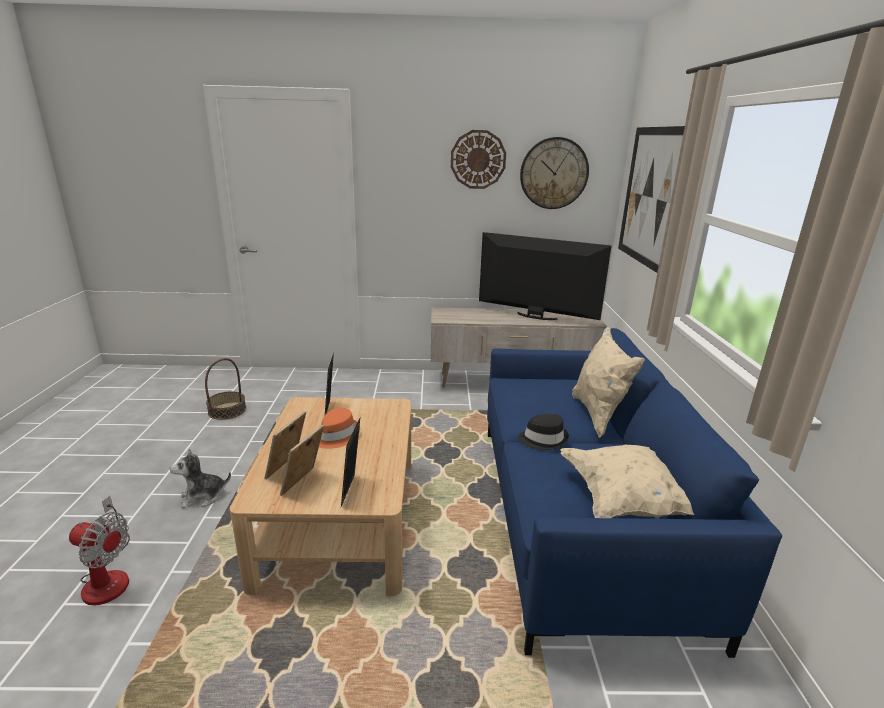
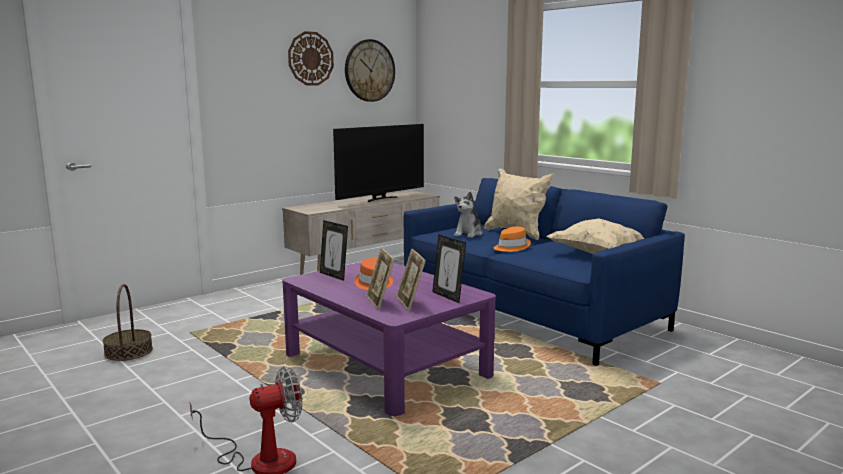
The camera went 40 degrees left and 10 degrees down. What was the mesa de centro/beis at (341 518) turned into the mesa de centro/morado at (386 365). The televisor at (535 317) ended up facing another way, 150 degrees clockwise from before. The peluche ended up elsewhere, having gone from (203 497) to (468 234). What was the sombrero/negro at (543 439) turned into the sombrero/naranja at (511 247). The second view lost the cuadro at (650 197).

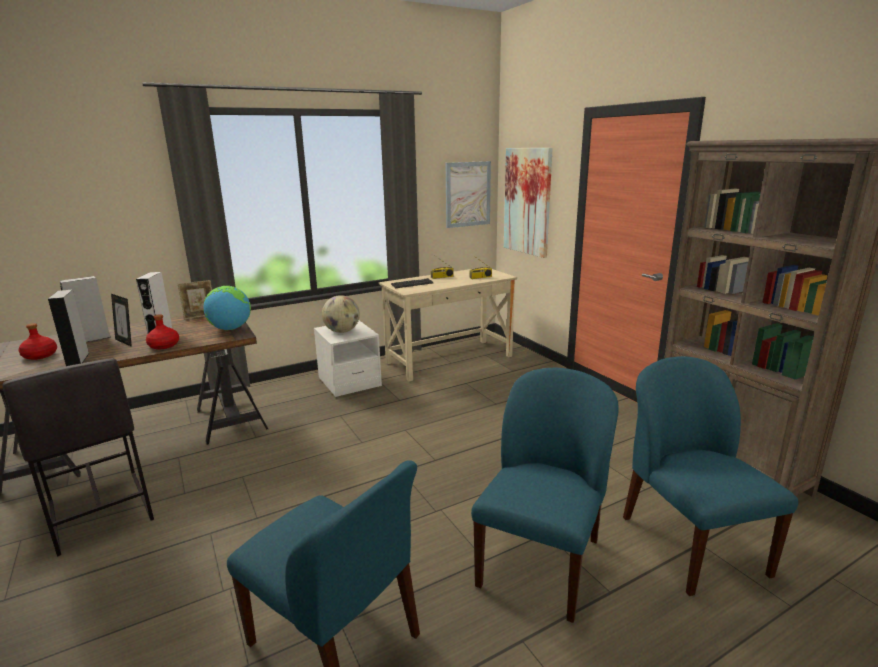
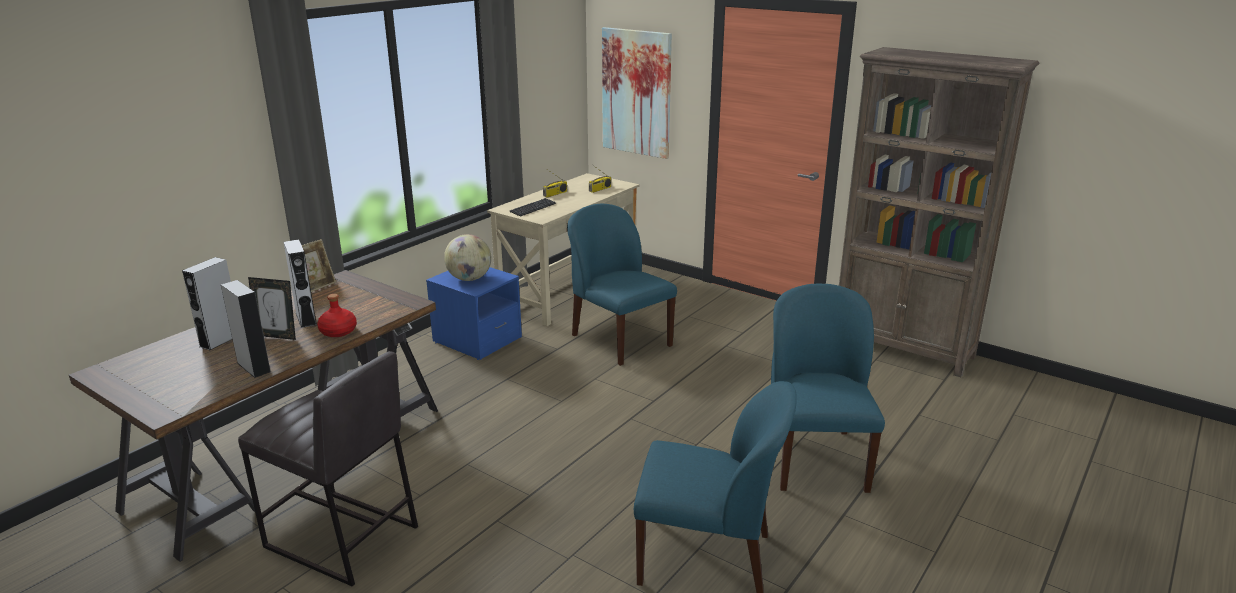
The camera went 25 degrees left and 5 degrees up. What was the mesita de noche/blanco at (349 382) turned into the mesita de noche/azul at (477 340). The silla/azul ended up elsewhere, having gone from (690 543) to (619 340). The second view lost the botella/rojo at (40 356). The second view lost the globo terráqueo at (230 329). The second view lost the cuadro at (467 194).

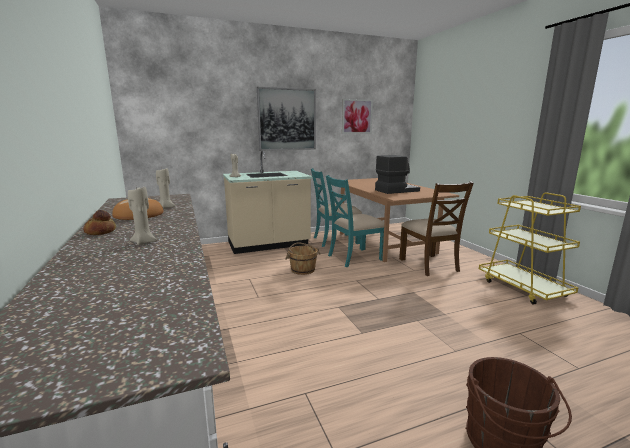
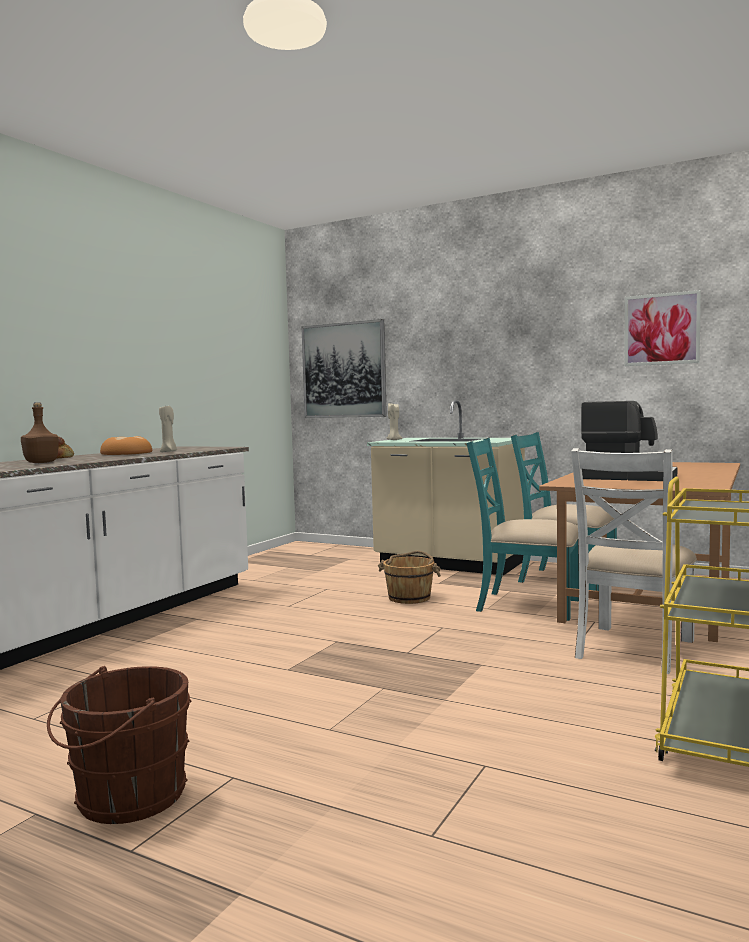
The camera went 50 degrees right and 10 degrees down. Where the vela/beis stood at (144 242), the botella/marrón came to stand at (40 462). The cuadro ended up elsewhere, having gone from (287 119) to (344 370). What was the silla/marrón at (429 265) turned into the silla/blanco at (633 648).

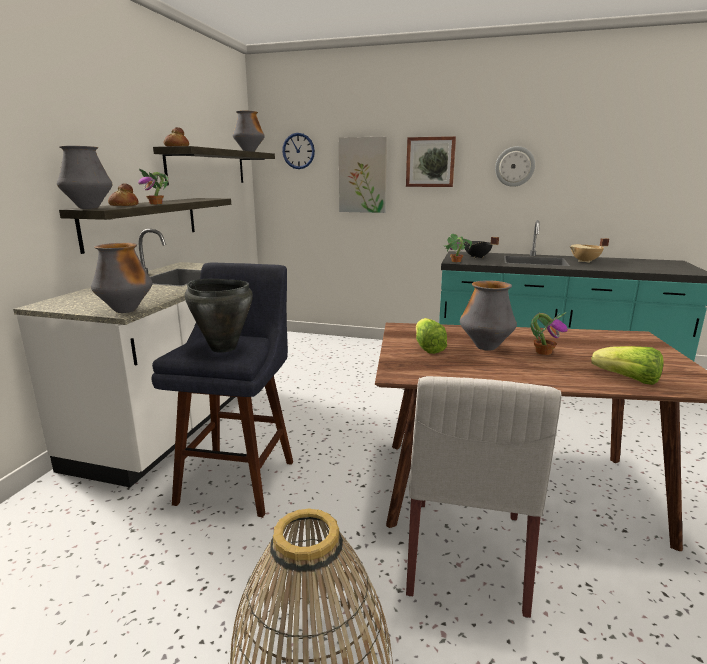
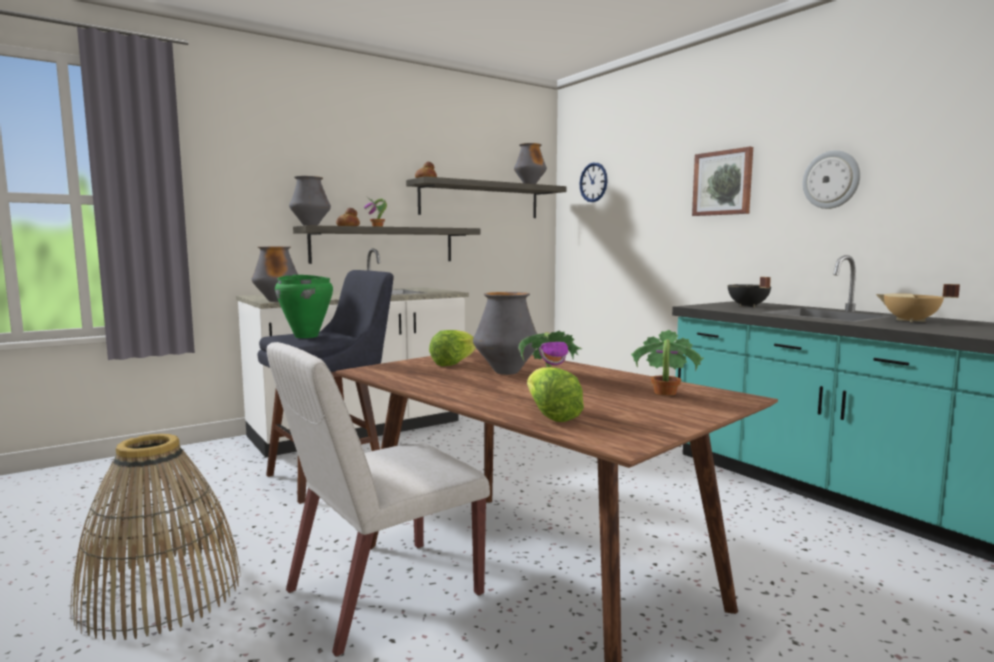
The camera went 40 degrees right and 10 degrees down. What was the olla/negro at (223 348) turned into the olla/verde at (306 336). The planta en maceta ended up elsewhere, having gone from (456 261) to (664 393). The second view lost the cuadro at (362 175).

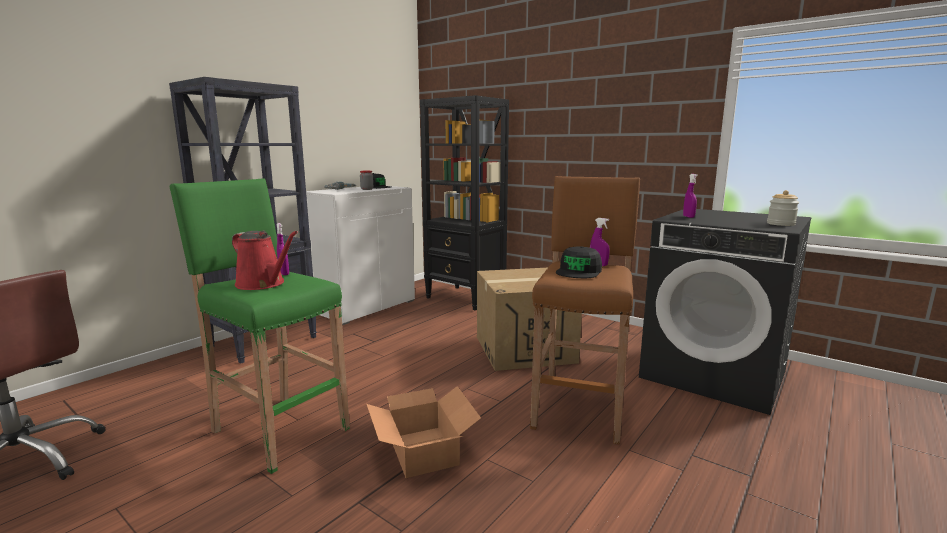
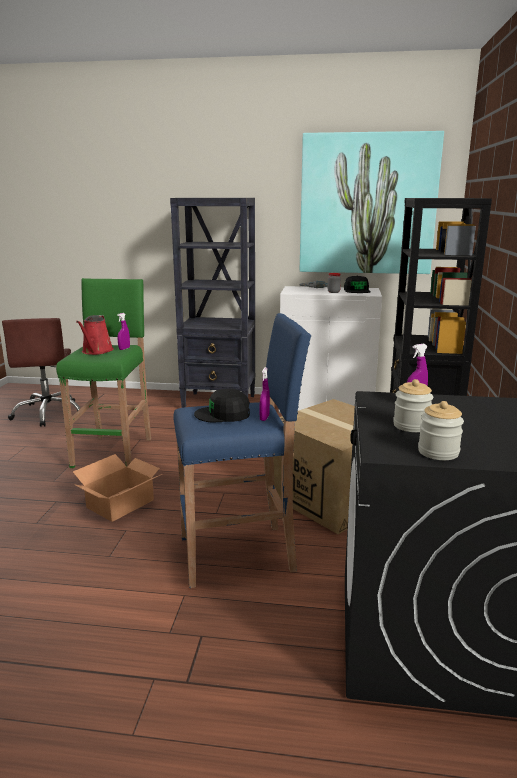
The camera went 60 degrees right and 5 degrees up. What was the taburete/marrón at (579 407) turned into the taburete/azul at (239 554). The second view gained the cuadro at (367 205). The second view gained the tarro at (411 426).

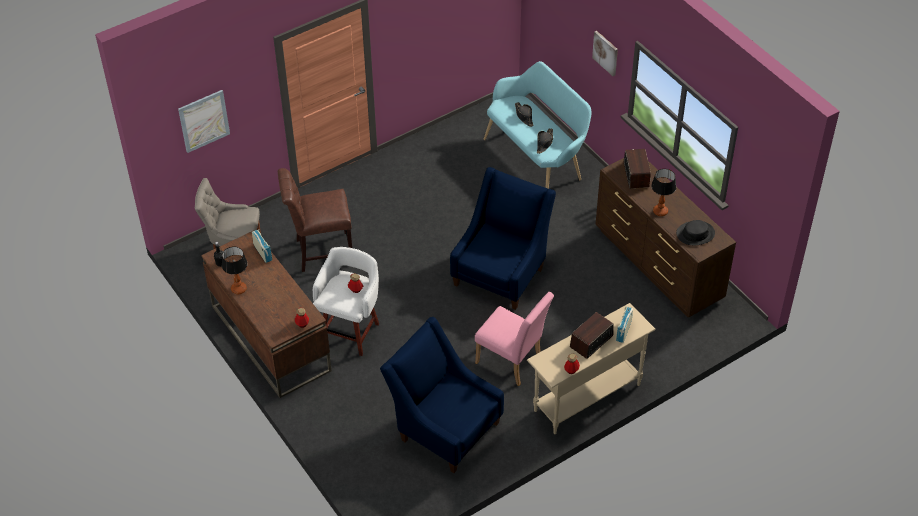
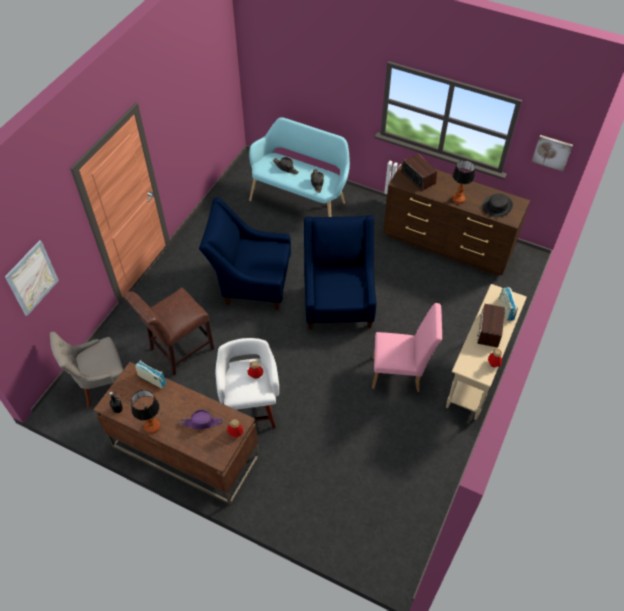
The camera went 30 degrees left and 5 degrees up. The second view gained the sombrero/morado at (202 422). The sillón/azul ended up elsewhere, having gone from (444 427) to (251 283). The cuadro ended up elsewhere, having gone from (606 53) to (552 152).

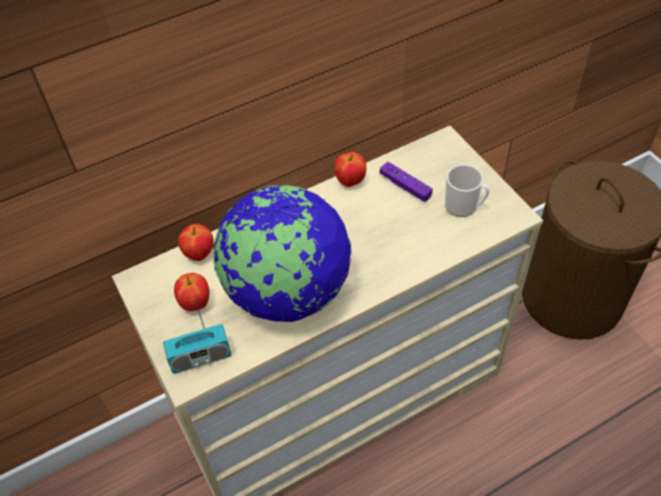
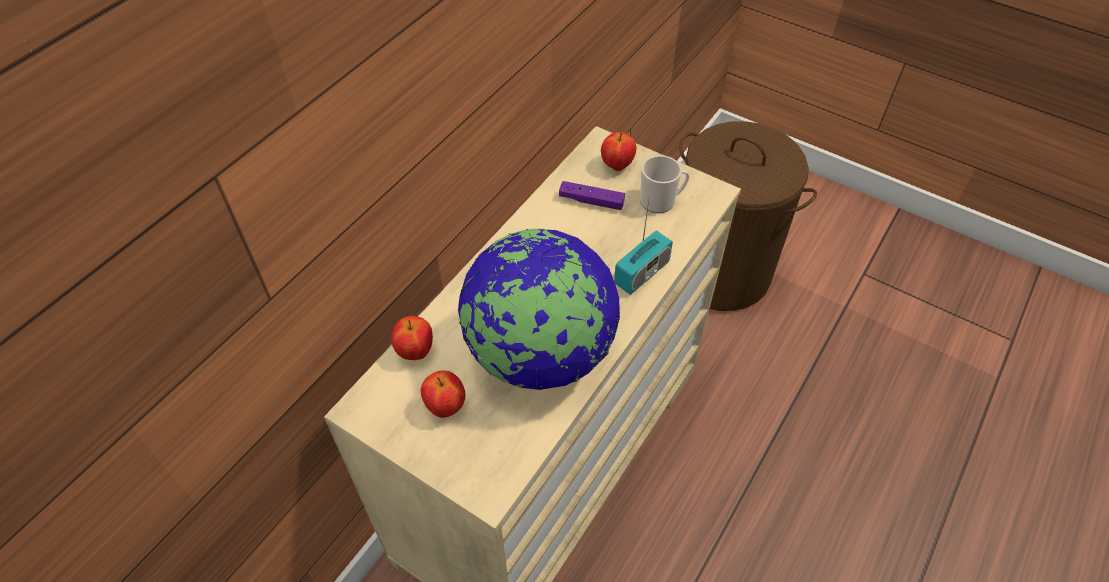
The camera went 30 degrees left and 0 degrees up. The manzana ended up elsewhere, having gone from (350 181) to (617 165). The radio ended up elsewhere, having gone from (200 357) to (642 273).

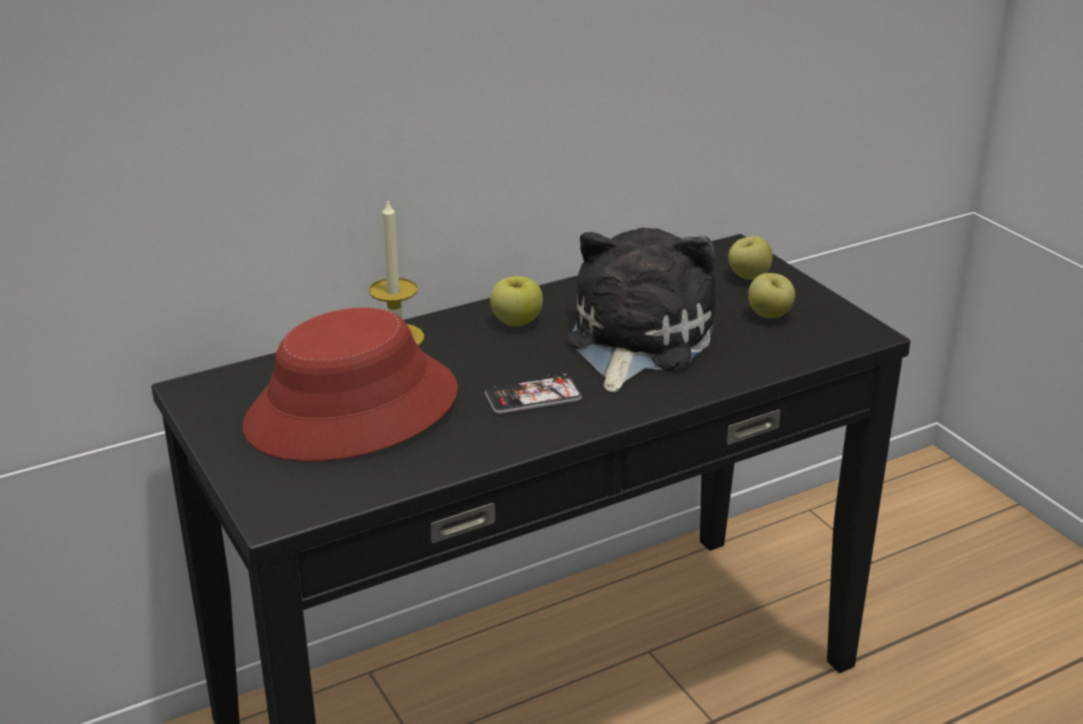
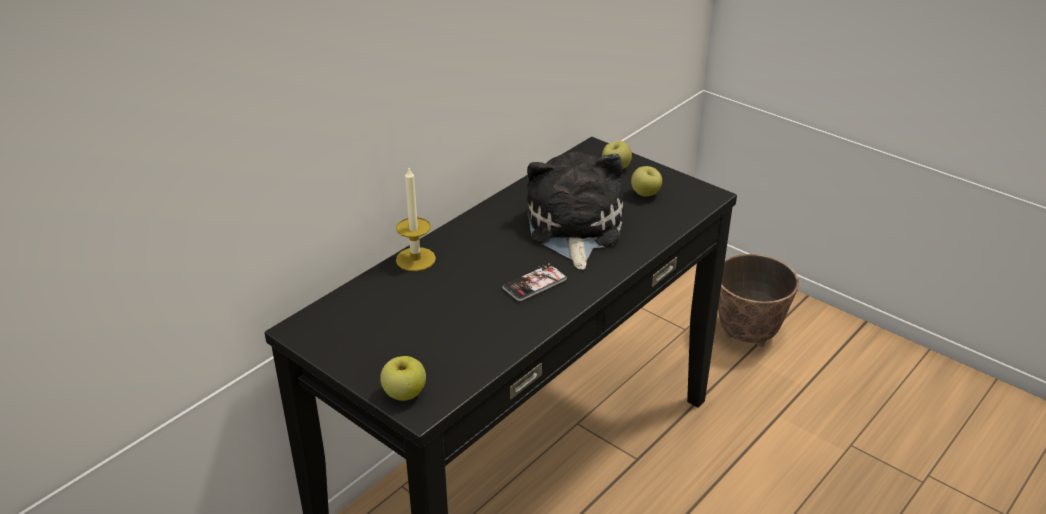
The camera went 20 degrees left and 5 degrees up. The manzana ended up elsewhere, having gone from (516 321) to (404 393). The second view gained the maceta at (747 335). The second view lost the sombrero/rojo at (352 410).

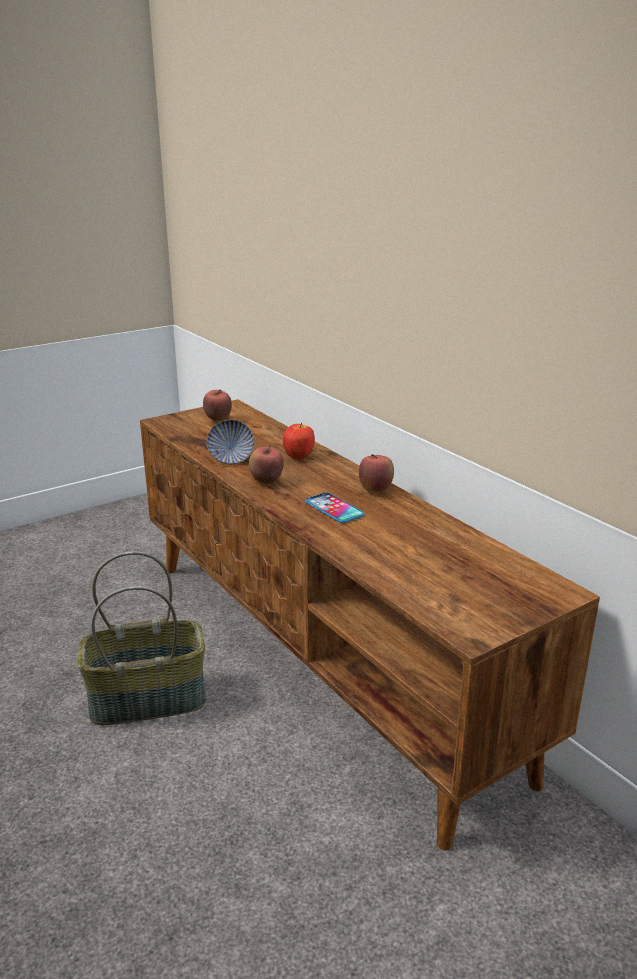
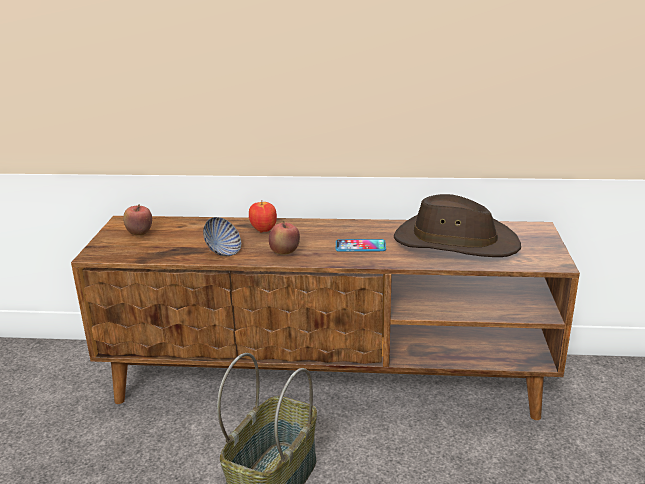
The camera went 50 degrees left and 0 degrees up. The second view gained the sombrero/marrón at (454 242). The second view lost the manzana at (376 490).

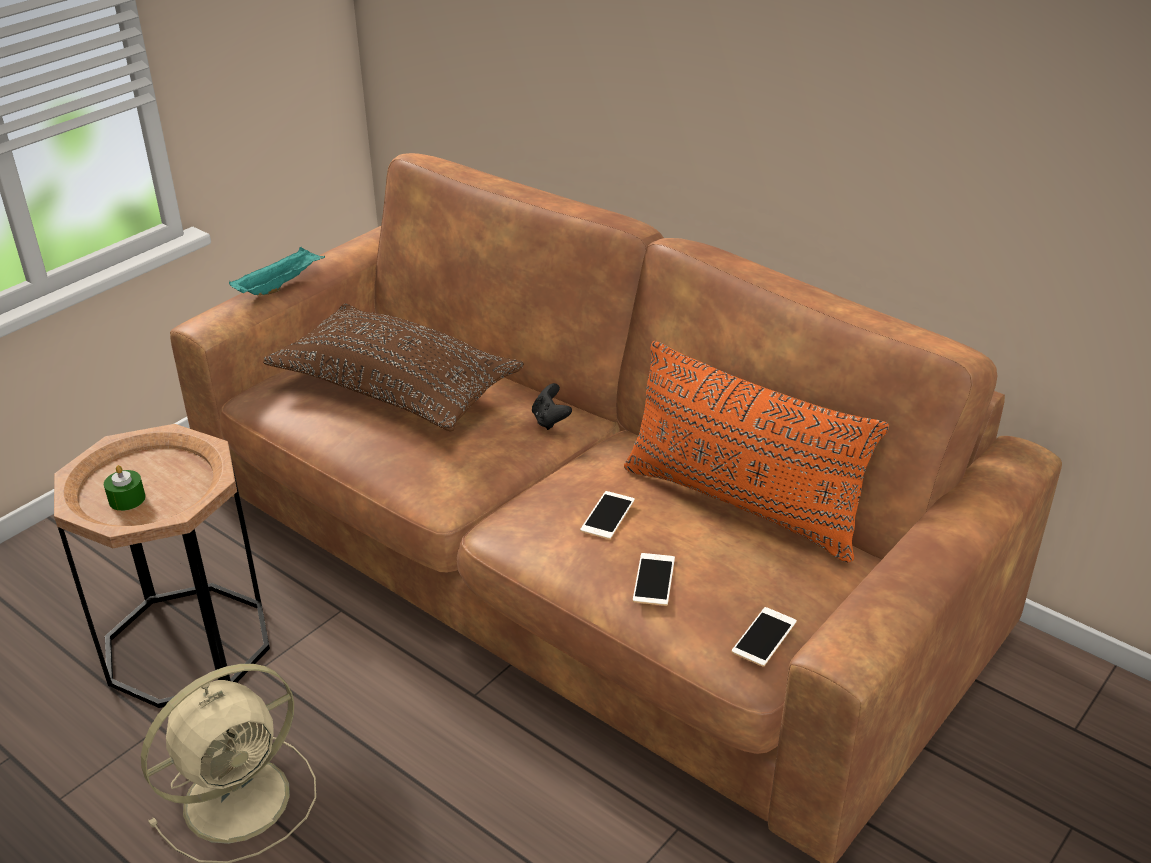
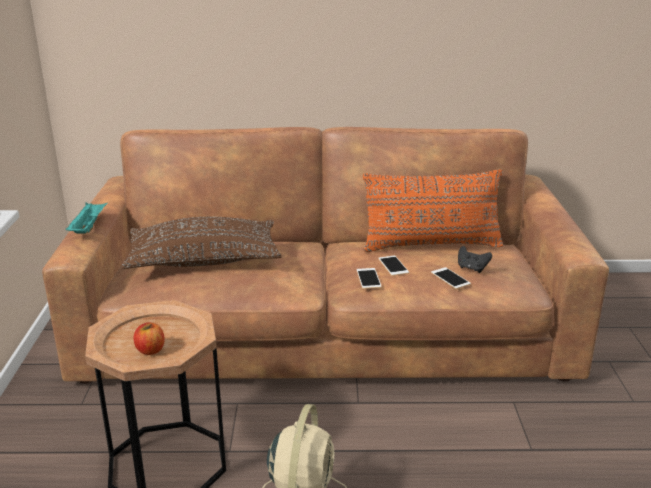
The camera went 40 degrees left and 10 degrees down. Where the vela/verde stood at (127 499), the manzana came to stand at (150 350). The móvil ended up elsewhere, having gone from (764 637) to (368 278). The mando de consola/negro ended up elsewhere, having gone from (550 420) to (472 268).

